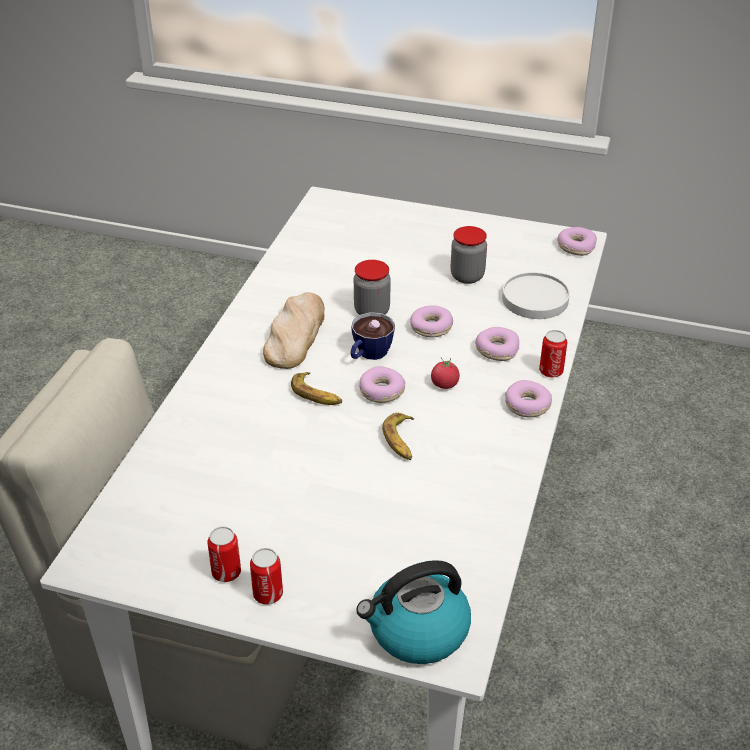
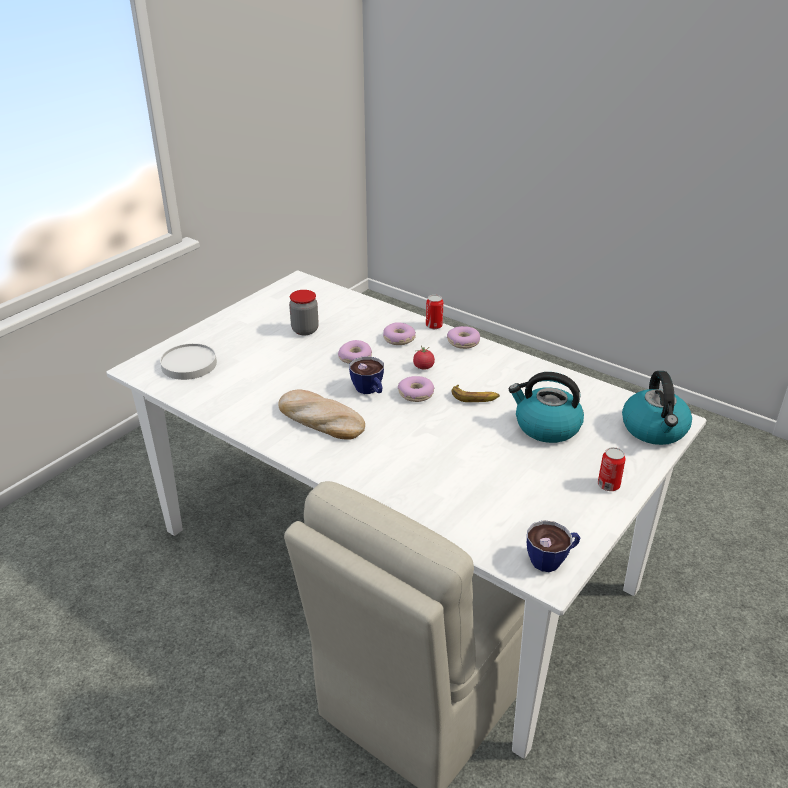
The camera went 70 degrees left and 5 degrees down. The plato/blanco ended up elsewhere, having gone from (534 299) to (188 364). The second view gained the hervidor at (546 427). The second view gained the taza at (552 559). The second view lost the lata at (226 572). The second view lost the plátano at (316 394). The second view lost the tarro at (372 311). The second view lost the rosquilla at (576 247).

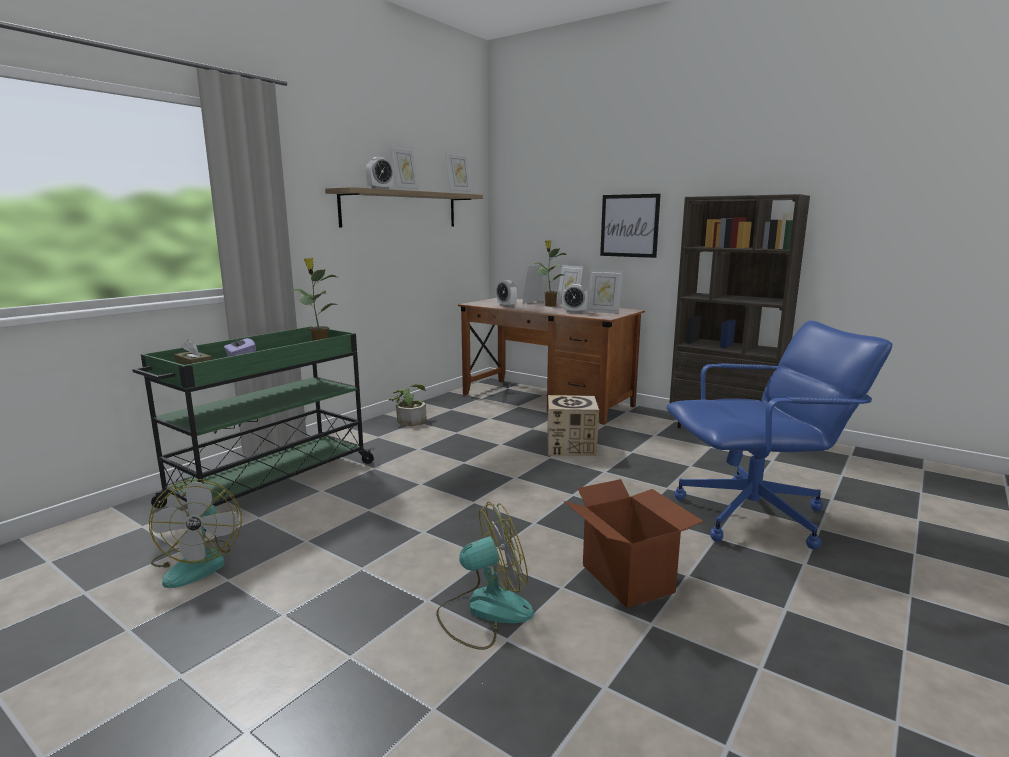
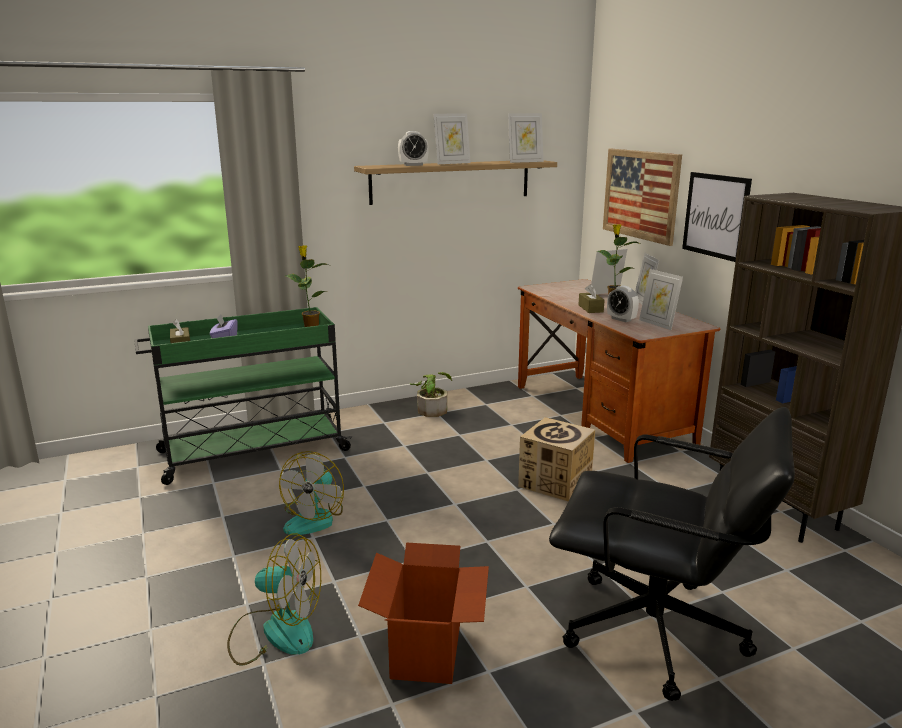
The camera went 30 degrees right and 5 degrees up. The ventilador ended up elsewhere, having gone from (198 563) to (315 518). What was the silla de oficina/azul at (754 516) turned into the silla de oficina/negro at (655 633). The second view gained the caja de pañuelos/marrón at (590 308). The second view gained the cuadro at (640 194). The second view lost the despertador at (506 306).

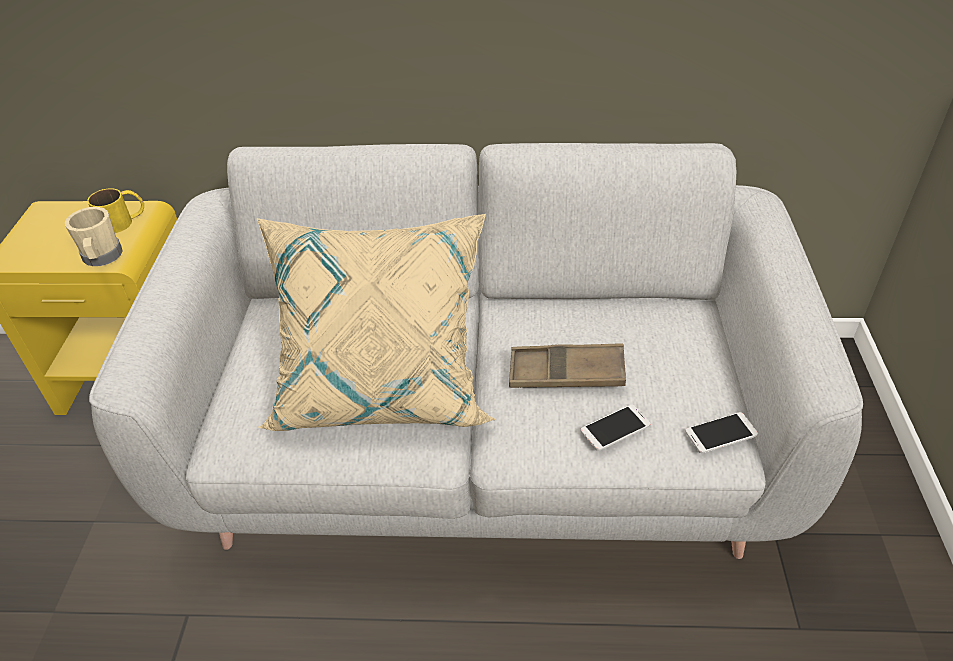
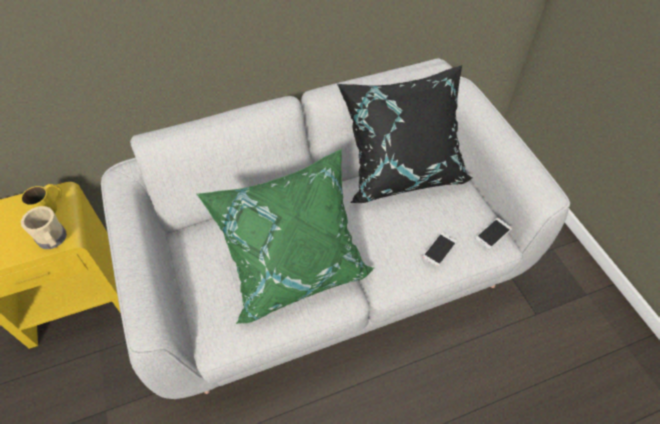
The camera went 25 degrees left and 10 degrees up. What was the cojín/beis at (383 388) turned into the cojín/verde at (295 269). The second view gained the cojín/negro at (402 171). The second view lost the bandeja/marrón at (566 373).

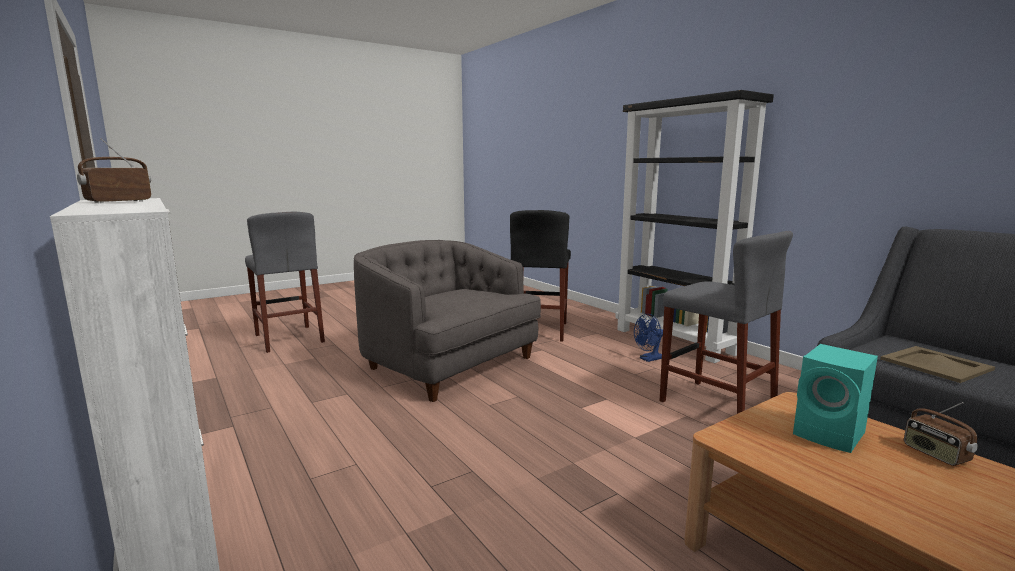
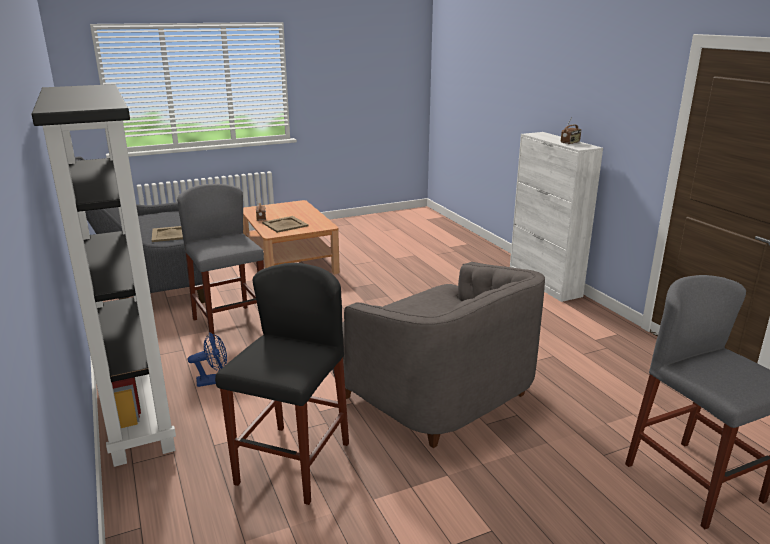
The camera went 170 degrees left and 10 degrees up. Where the altavoz/turquesa stood at (831 435), the bandeja/beis came to stand at (284 224).

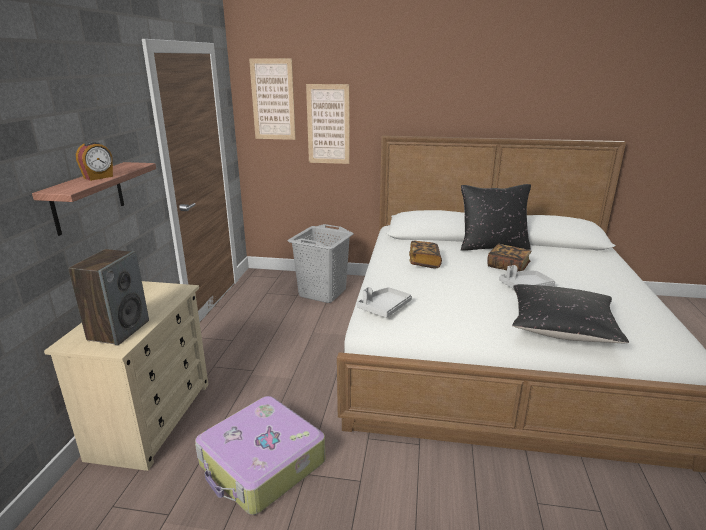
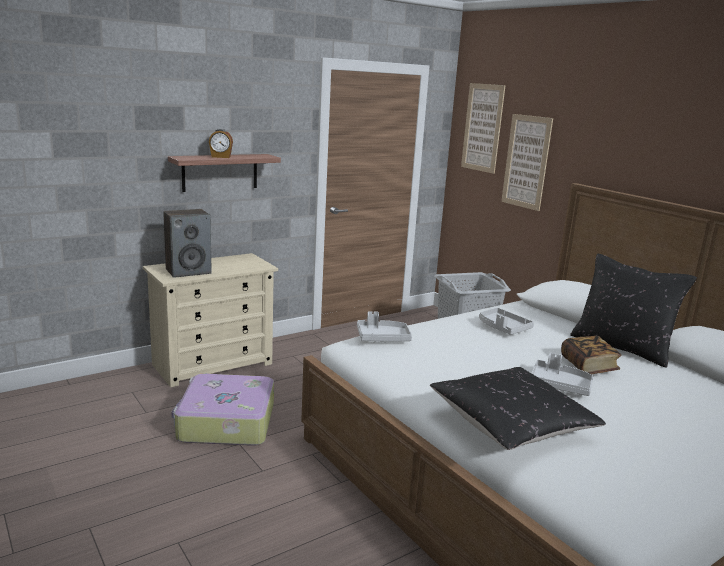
The camera went 45 degrees right and 5 degrees down. Where the libro stood at (424 262), the bandeja/gris came to stand at (503 328).

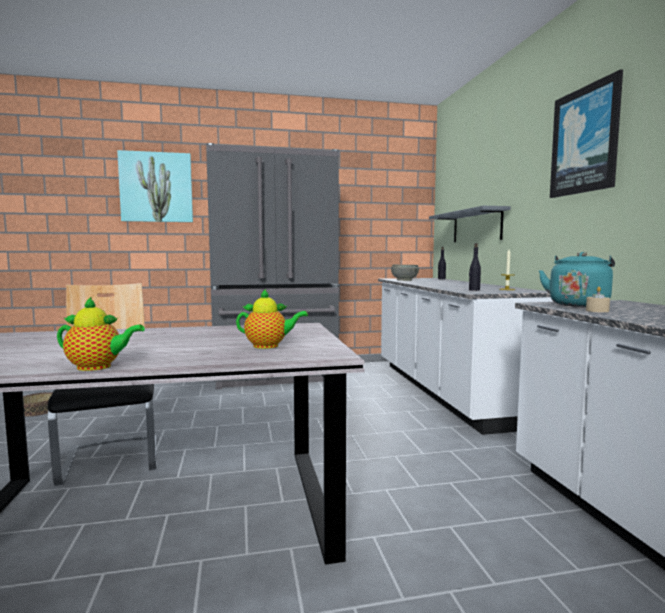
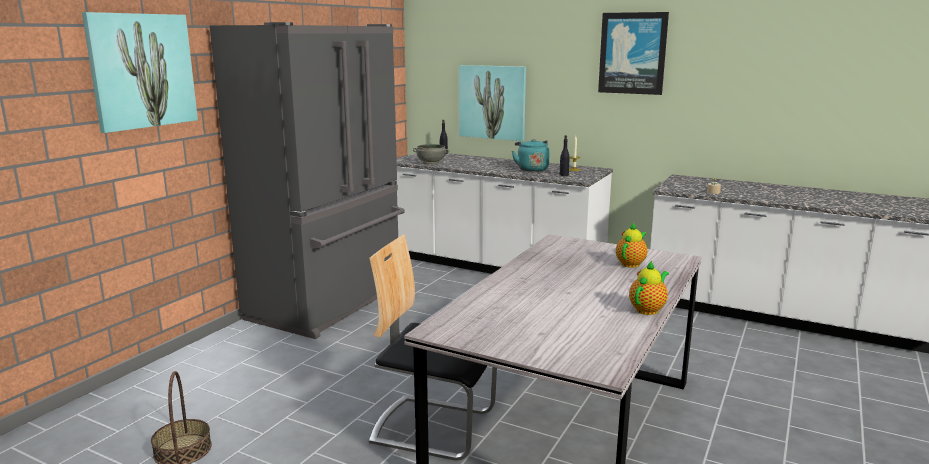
The camera went 50 degrees left and 10 degrees up. Where the estante/gris hung at (476 226), the cuadro came to hang at (492 102). The hervidor/turquesa ended up elsewhere, having gone from (578 304) to (531 169).

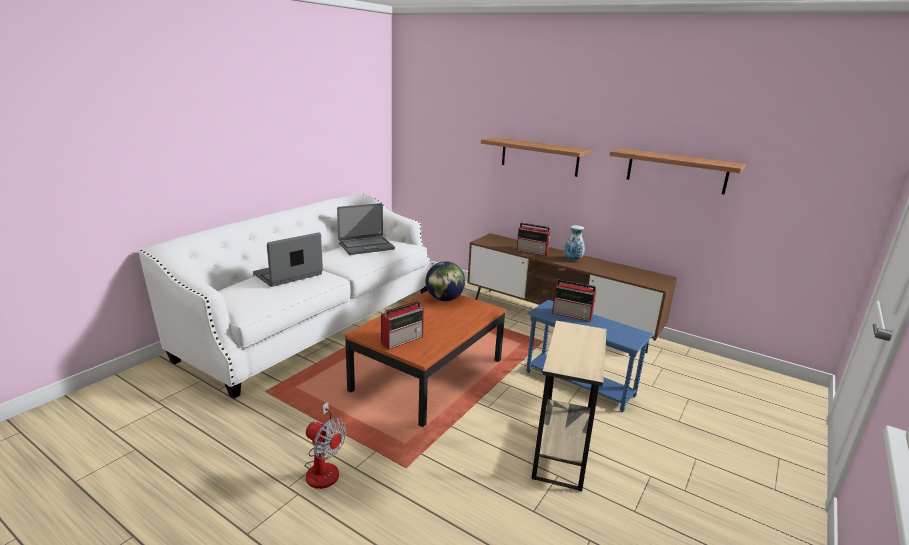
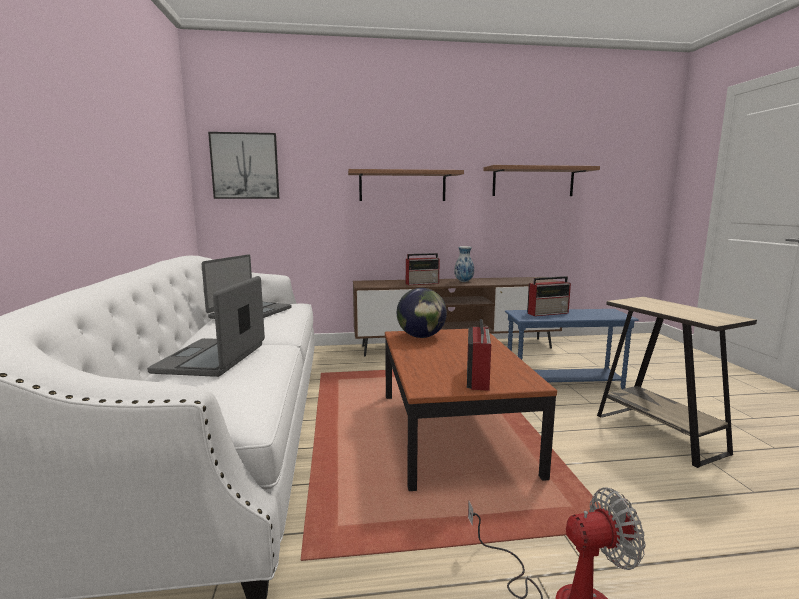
The camera went 40 degrees left and 10 degrees down. The second view gained the cuadro at (245 166).

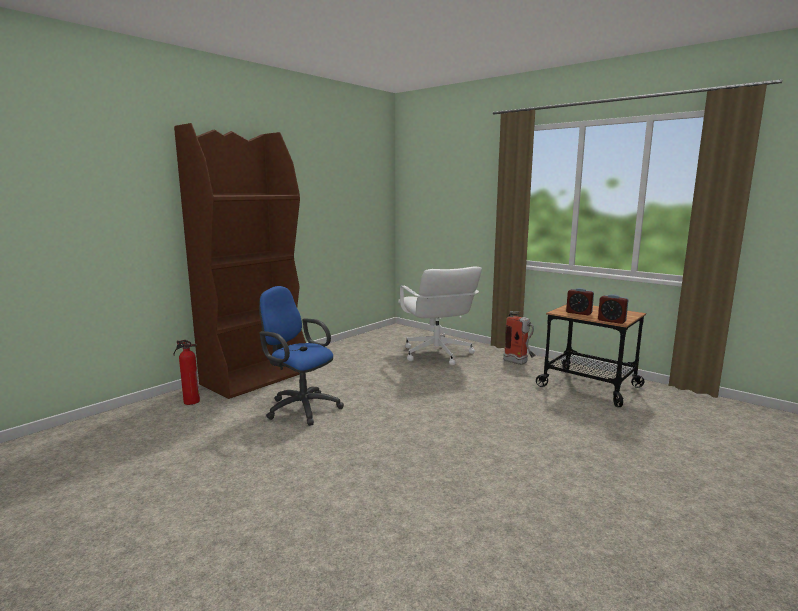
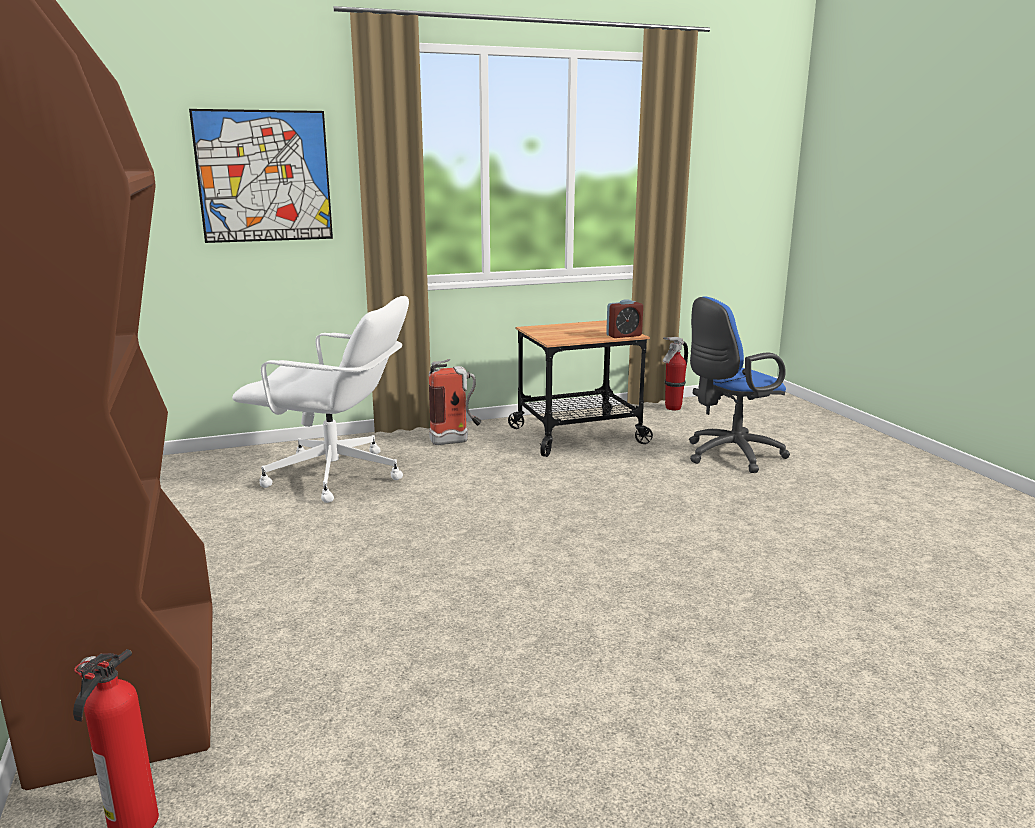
The camera went 60 degrees left and 5 degrees up. The second view gained the cuadro at (264 176). The second view gained the extintor at (672 408). The silla de oficina/azul ended up elsewhere, having gone from (300 408) to (728 455). The second view lost the despertador at (579 313).

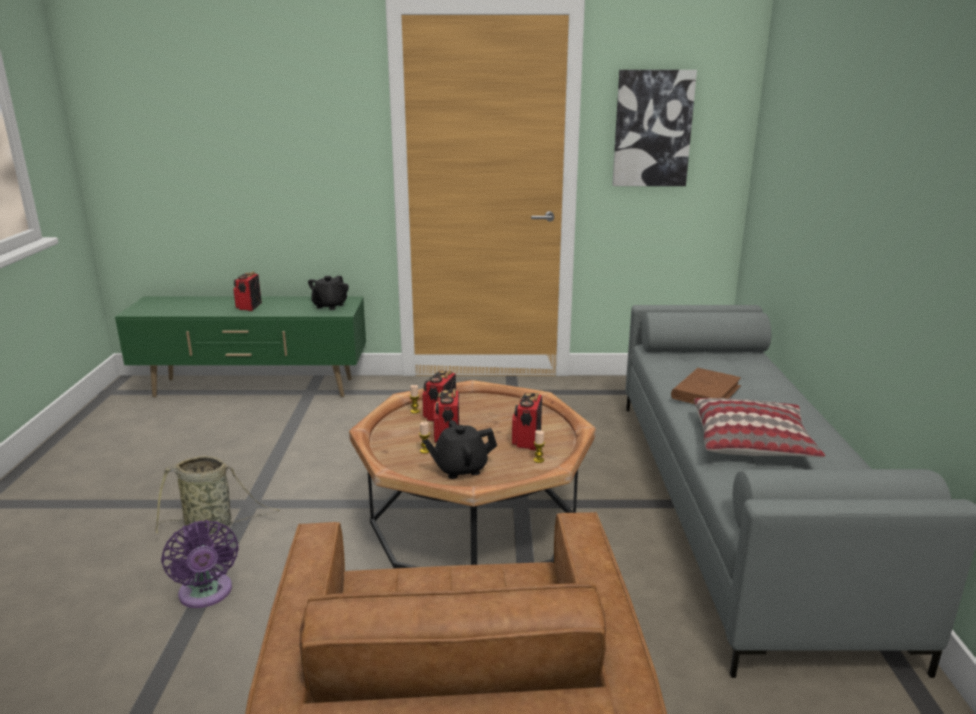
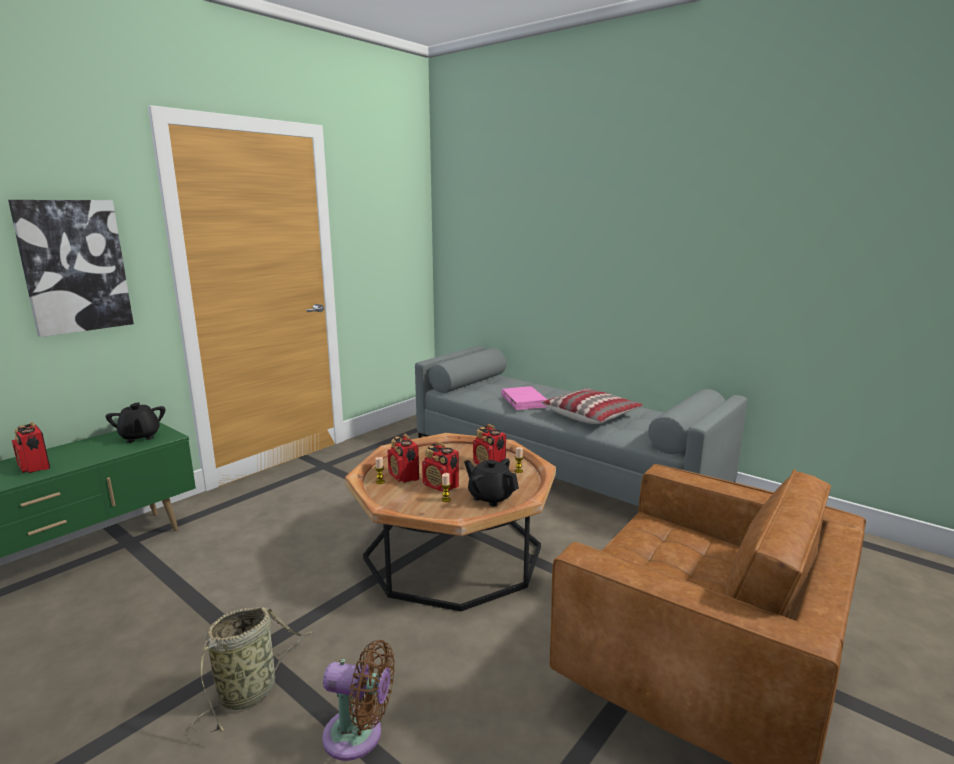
The camera went 50 degrees left and 5 degrees down. The cuadro ended up elsewhere, having gone from (652 128) to (74 266). What was the ventilador/morado at (206 594) turned into the ventilador/marrón at (359 736). The tetera/negro at (460 468) ended up facing another way, 105 degrees clockwise from before. What was the libro/marrón at (706 392) turned into the libro/rosa at (523 401).

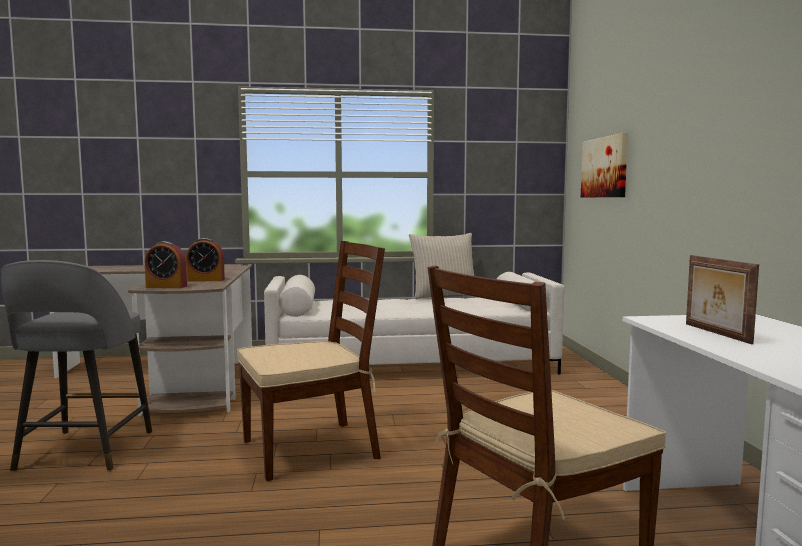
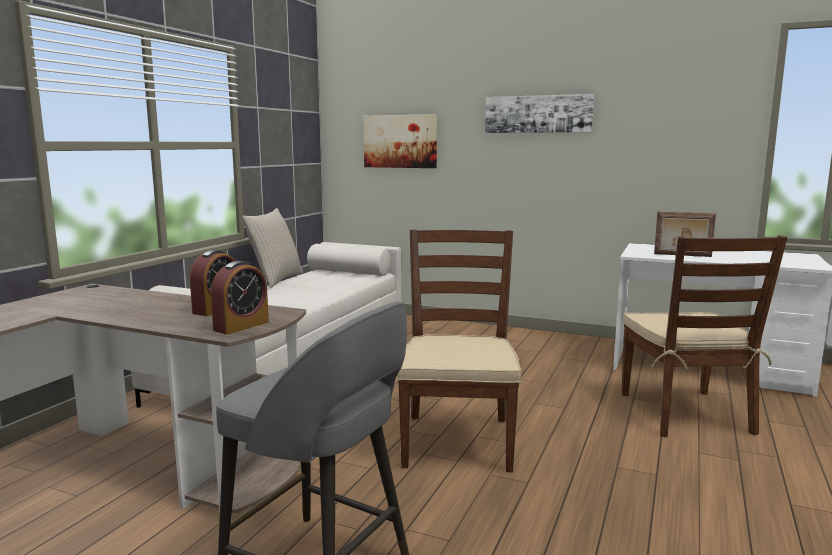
The camera went 60 degrees left and 5 degrees up. The second view gained the cuadro at (538 114).

